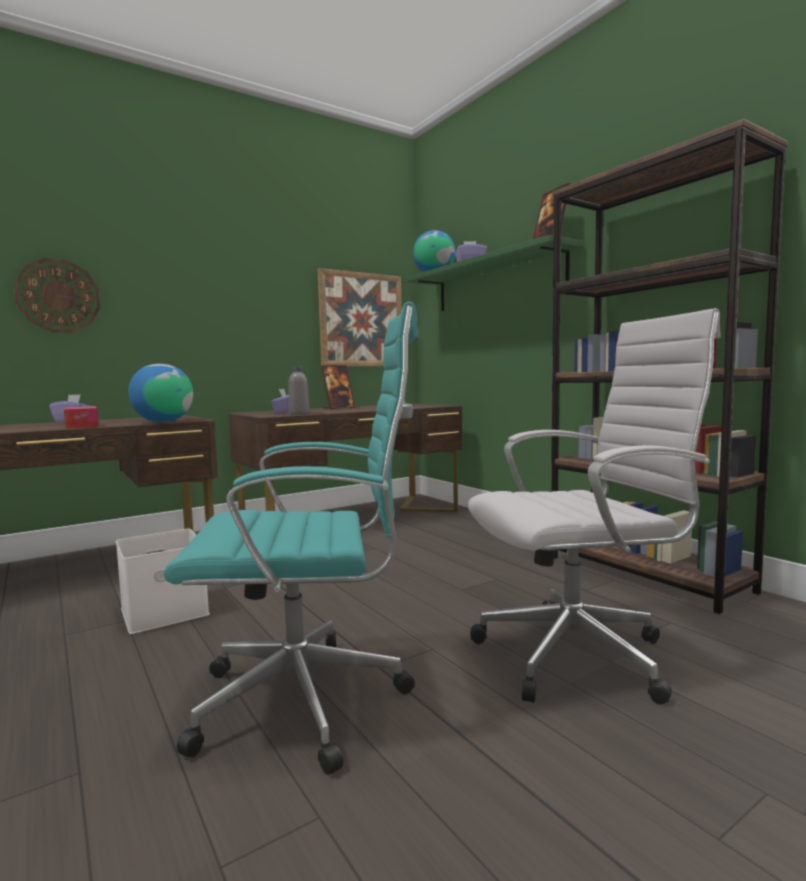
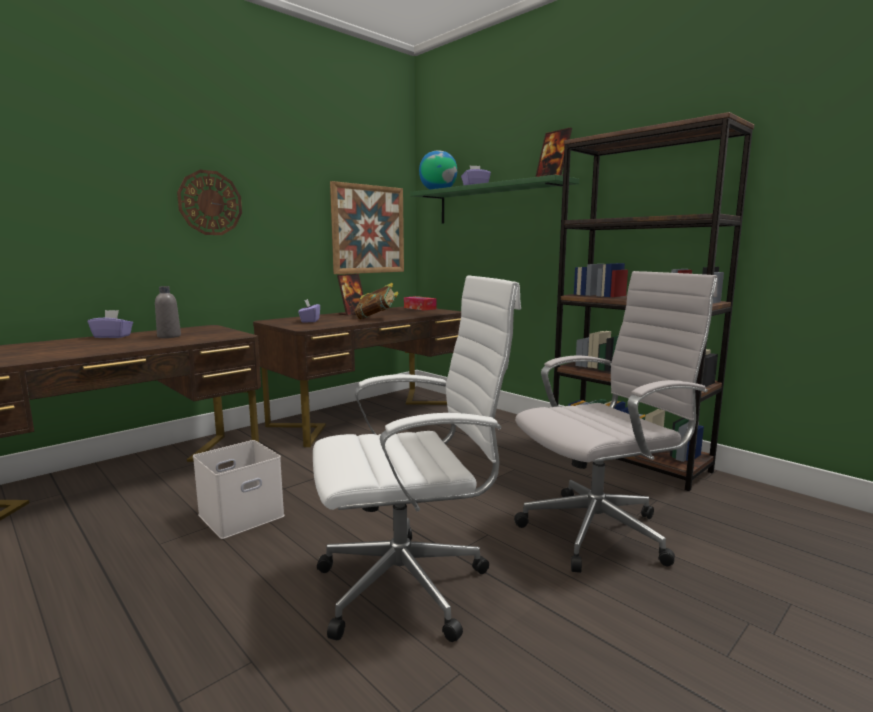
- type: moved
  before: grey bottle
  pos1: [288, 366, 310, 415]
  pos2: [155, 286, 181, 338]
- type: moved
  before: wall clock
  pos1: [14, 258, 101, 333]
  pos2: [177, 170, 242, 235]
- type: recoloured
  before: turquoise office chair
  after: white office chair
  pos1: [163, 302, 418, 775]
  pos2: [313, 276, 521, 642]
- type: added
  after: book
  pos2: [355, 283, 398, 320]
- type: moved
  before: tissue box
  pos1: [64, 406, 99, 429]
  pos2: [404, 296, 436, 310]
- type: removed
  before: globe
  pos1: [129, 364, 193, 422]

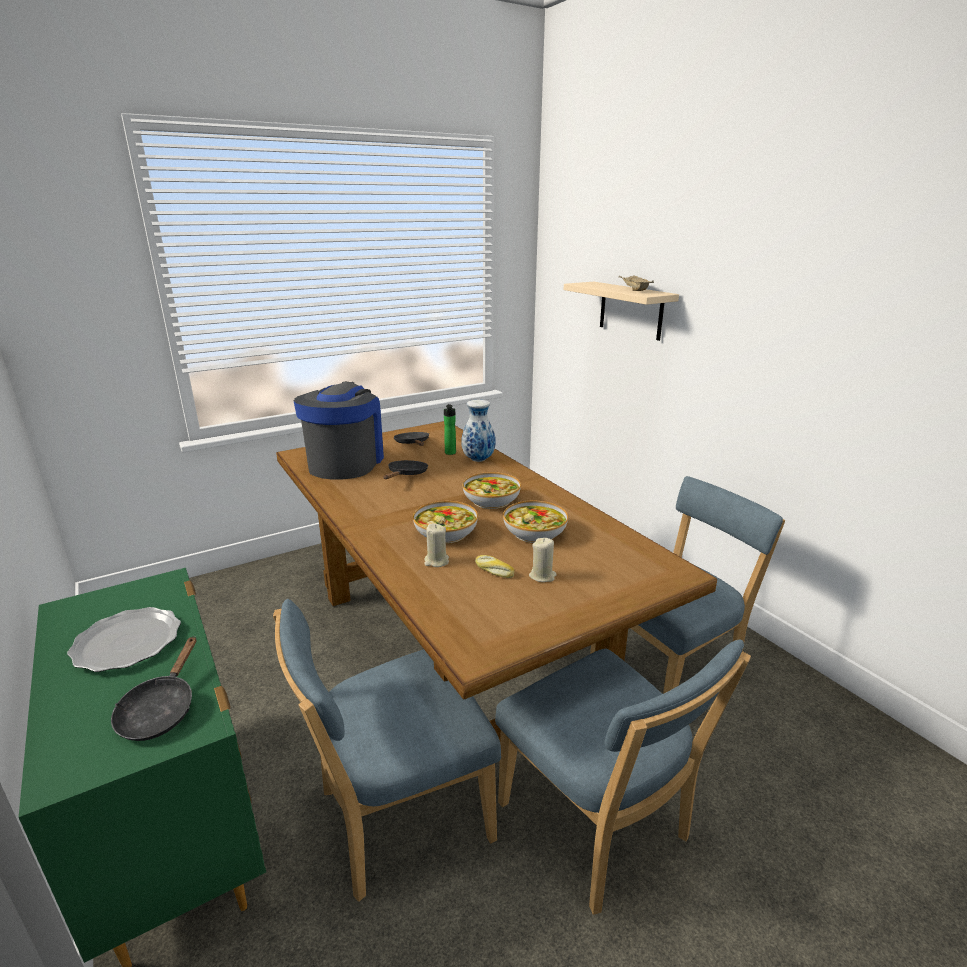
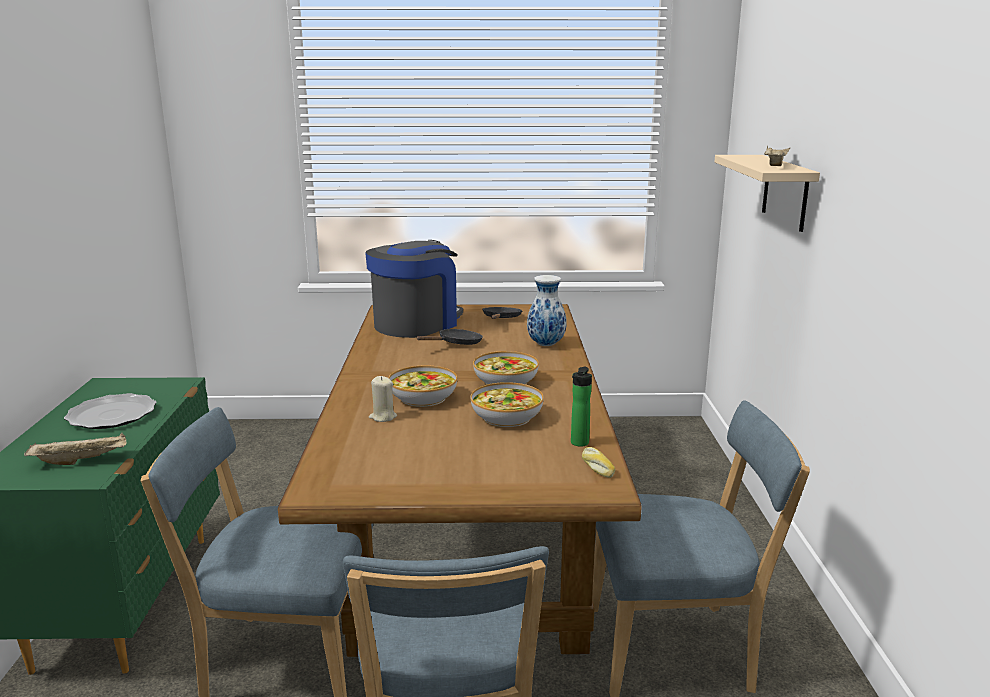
- type: replaced
  before: black frying pan
  after: beige tray
  pos1: [111, 636, 196, 741]
  pos2: [24, 433, 126, 465]
- type: moved
  before: bottle
  pos1: [444, 404, 456, 455]
  pos2: [571, 366, 592, 447]
- type: moved
  before: bread
  pos1: [475, 555, 514, 578]
  pos2: [582, 447, 616, 478]
- type: removed
  before: beige candle
  pos1: [529, 538, 557, 582]

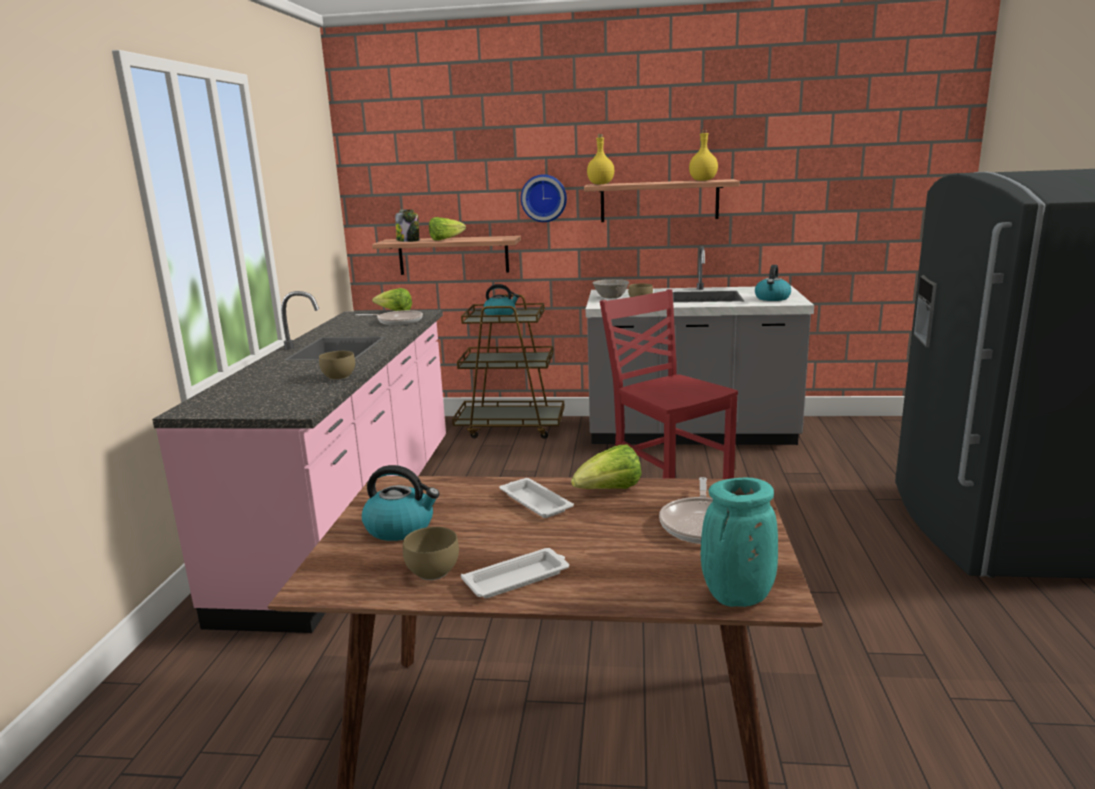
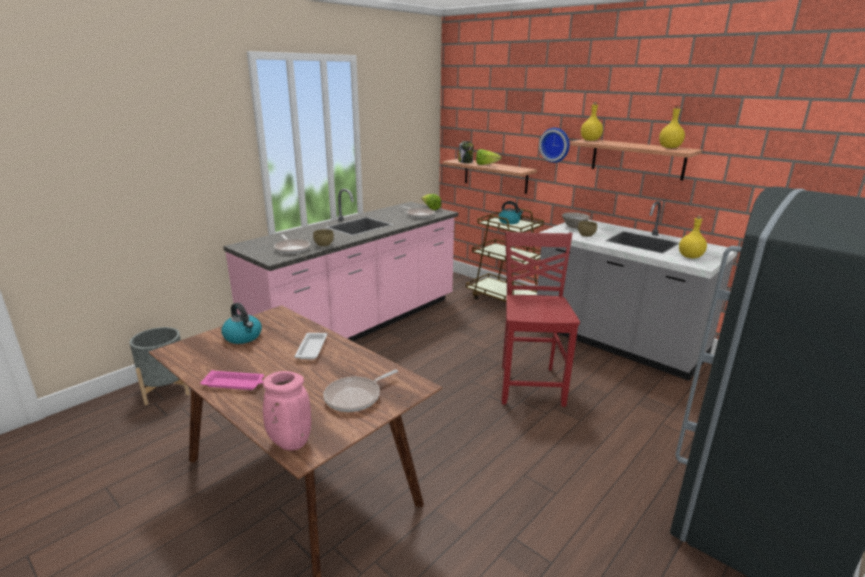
- type: added
  after: grey planter
  pos2: [129, 327, 190, 405]
- type: recoloured
  before: white tray
  after: pink tray
  pos1: [461, 548, 569, 598]
  pos2: [200, 370, 264, 390]
- type: recoloured
  before: turquoise vase
  after: pink vase
  pos1: [701, 477, 778, 607]
  pos2: [263, 371, 311, 451]
- type: added
  after: frying pan
  pos2: [274, 235, 310, 254]
- type: replaced
  before: kettle
  after: yellow bottle
  pos1: [755, 265, 791, 301]
  pos2: [679, 215, 707, 259]
- type: removed
  before: brown bowl
  pos1: [403, 527, 459, 580]
- type: removed
  before: lettuce
  pos1: [571, 445, 642, 489]

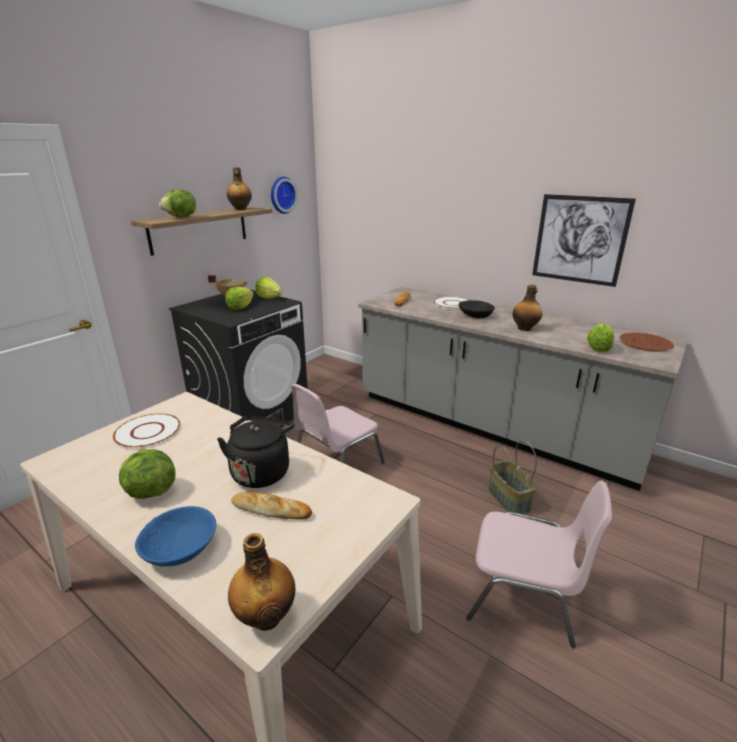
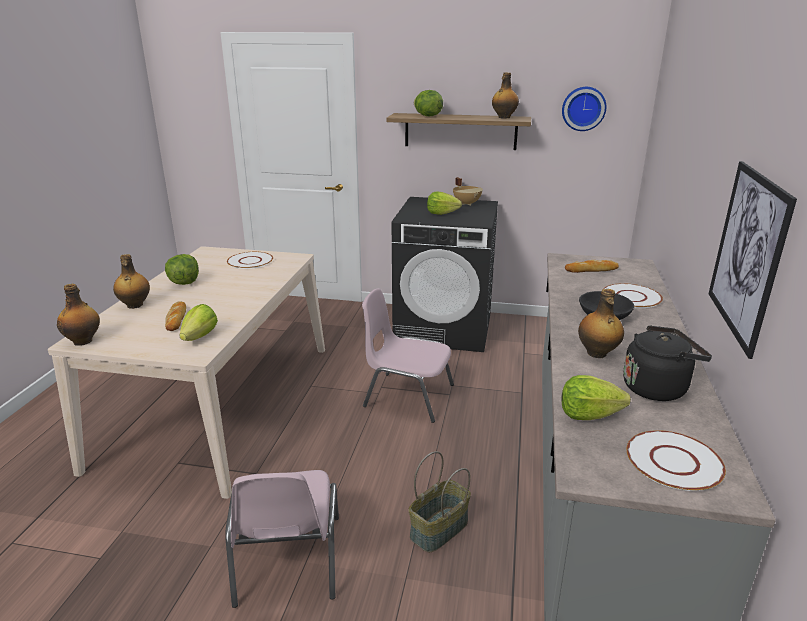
- type: replaced
  before: blue bowl
  after: bottle
  pos1: [135, 506, 216, 567]
  pos2: [113, 254, 150, 309]
- type: moved
  before: lettuce
  pos1: [255, 277, 282, 299]
  pos2: [180, 304, 218, 341]
- type: moved
  before: black kettle
  pos1: [217, 416, 295, 488]
  pos2: [623, 325, 712, 401]
- type: recoloured
  before: brown plate
  after: white plate
  pos1: [619, 332, 674, 352]
  pos2: [627, 430, 726, 491]

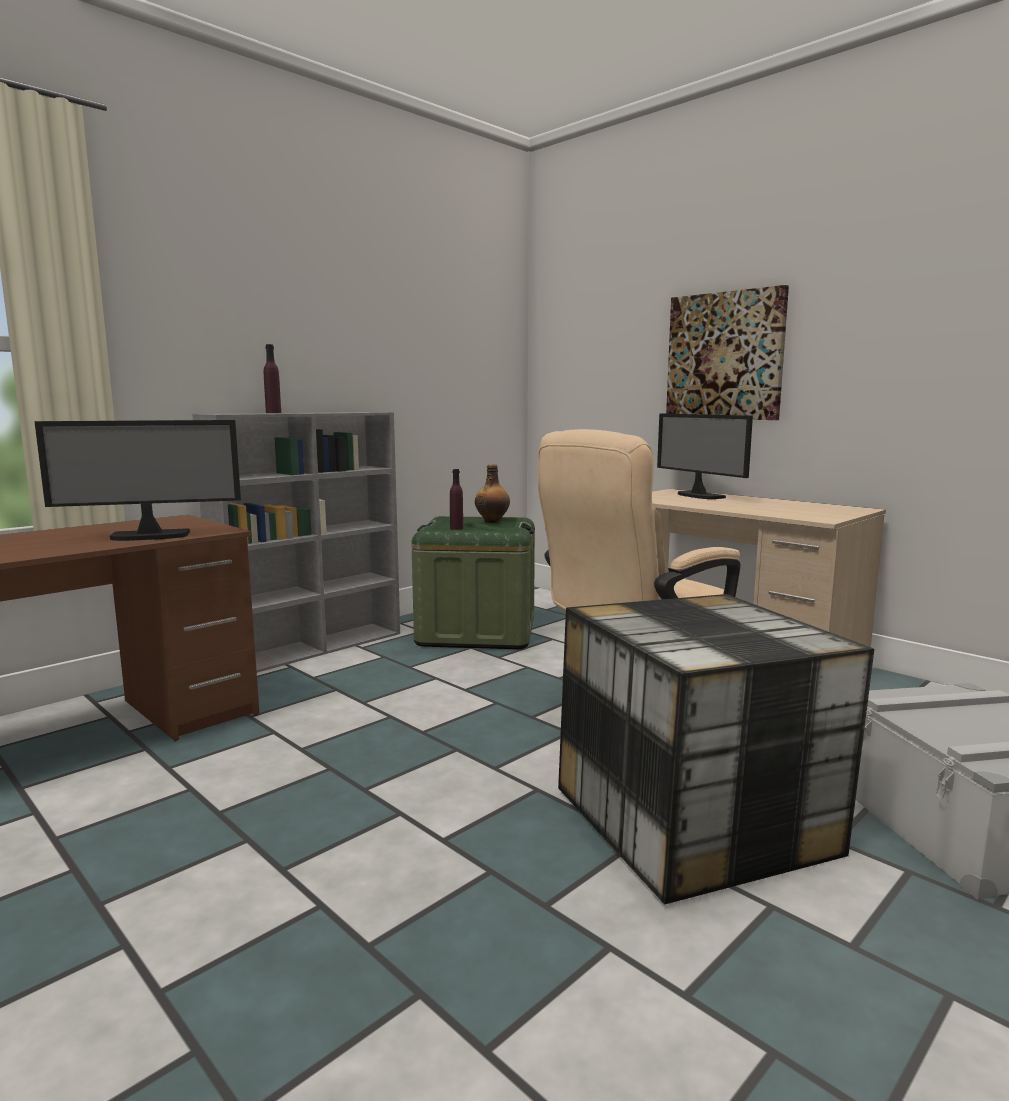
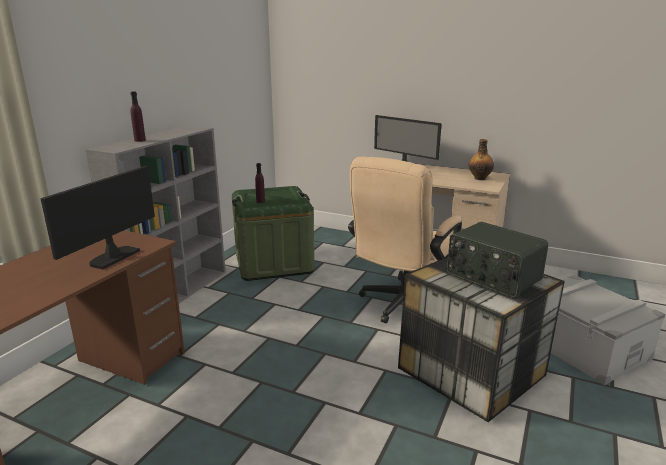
- type: turned
  before: monitor
  pos1: [34, 420, 241, 541]
  pos2: [40, 166, 155, 270]
  turn: 150
- type: added
  after: radio
  pos2: [447, 222, 548, 297]
- type: moved
  before: bottle
  pos1: [475, 464, 510, 523]
  pos2: [469, 139, 494, 180]
- type: removed
  before: picture
  pos1: [666, 285, 789, 420]

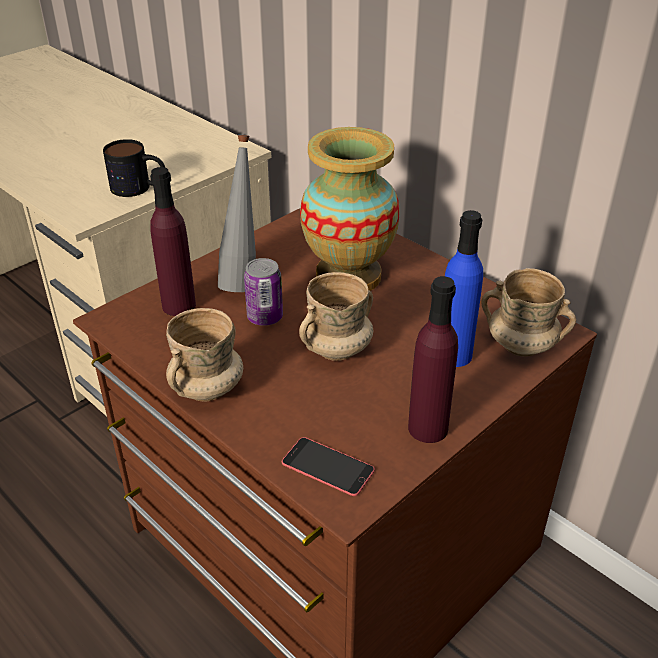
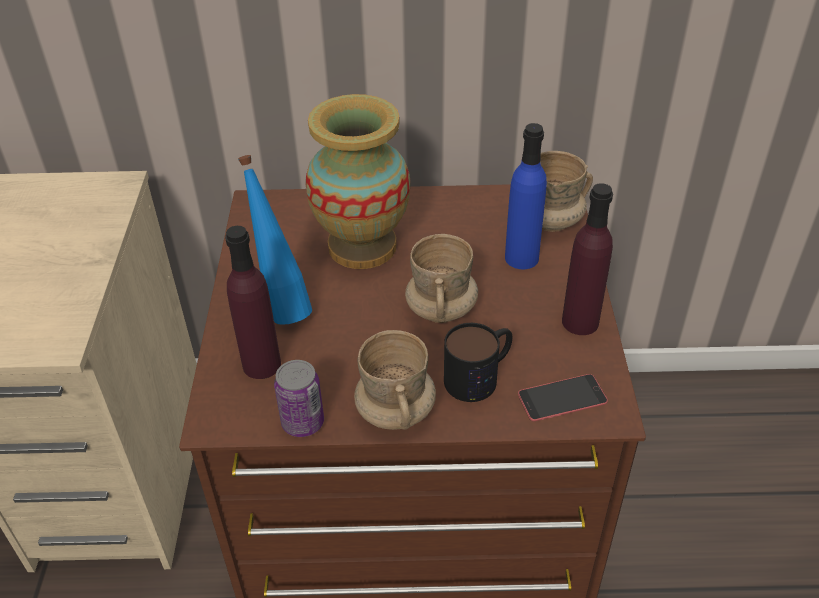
- type: recoloured
  before: grey bottle
  after: blue bottle
  pos1: [218, 135, 256, 292]
  pos2: [238, 155, 312, 325]
- type: moved
  before: can
  pos1: [244, 258, 283, 326]
  pos2: [274, 360, 324, 437]
- type: moved
  before: mug
  pos1: [103, 139, 165, 197]
  pos2: [444, 323, 512, 402]

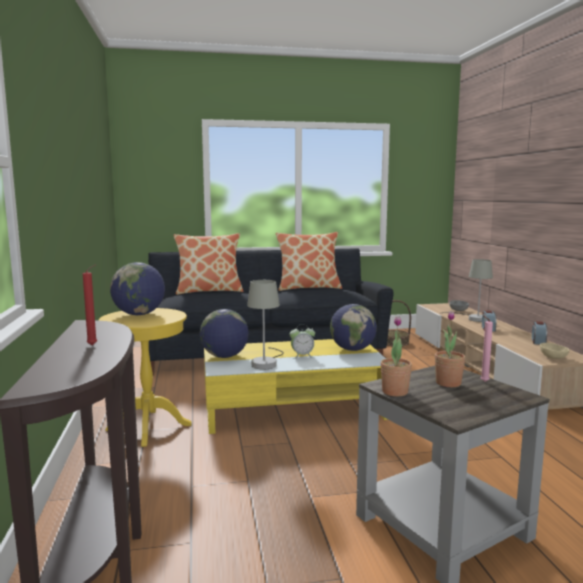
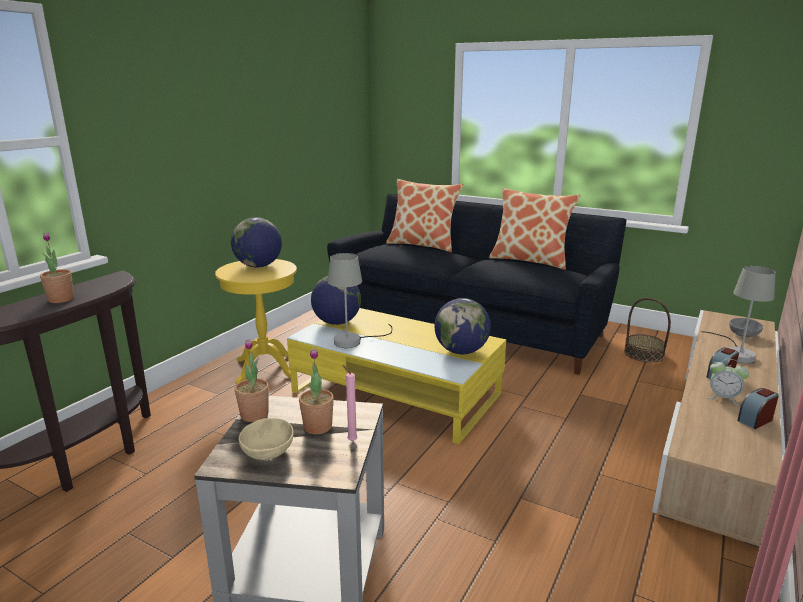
- type: replaced
  before: red candle
  after: potted plant
  pos1: [83, 264, 97, 345]
  pos2: [40, 233, 74, 303]
- type: moved
  before: beige bowl
  pos1: [540, 343, 570, 359]
  pos2: [239, 418, 294, 460]
- type: moved
  before: alarm clock
  pos1: [289, 324, 315, 359]
  pos2: [707, 359, 749, 405]

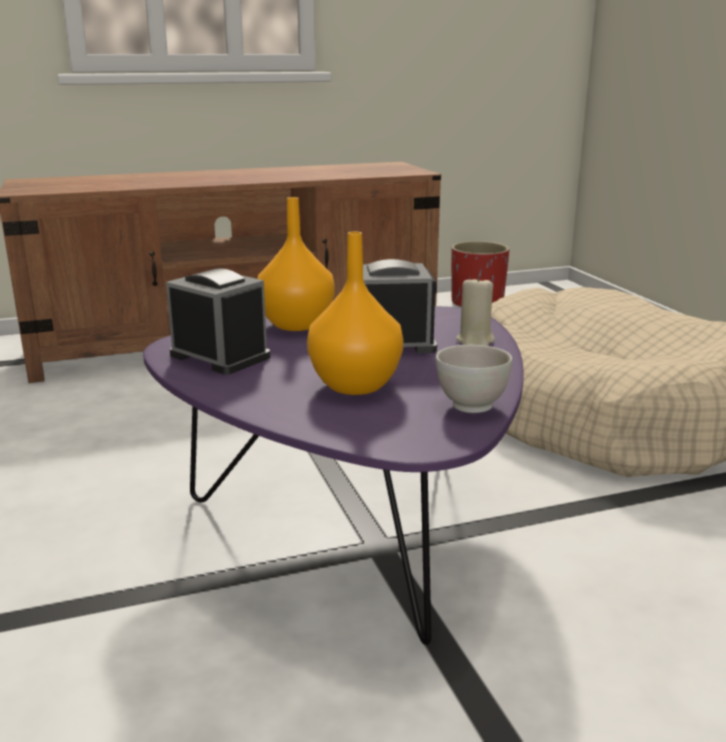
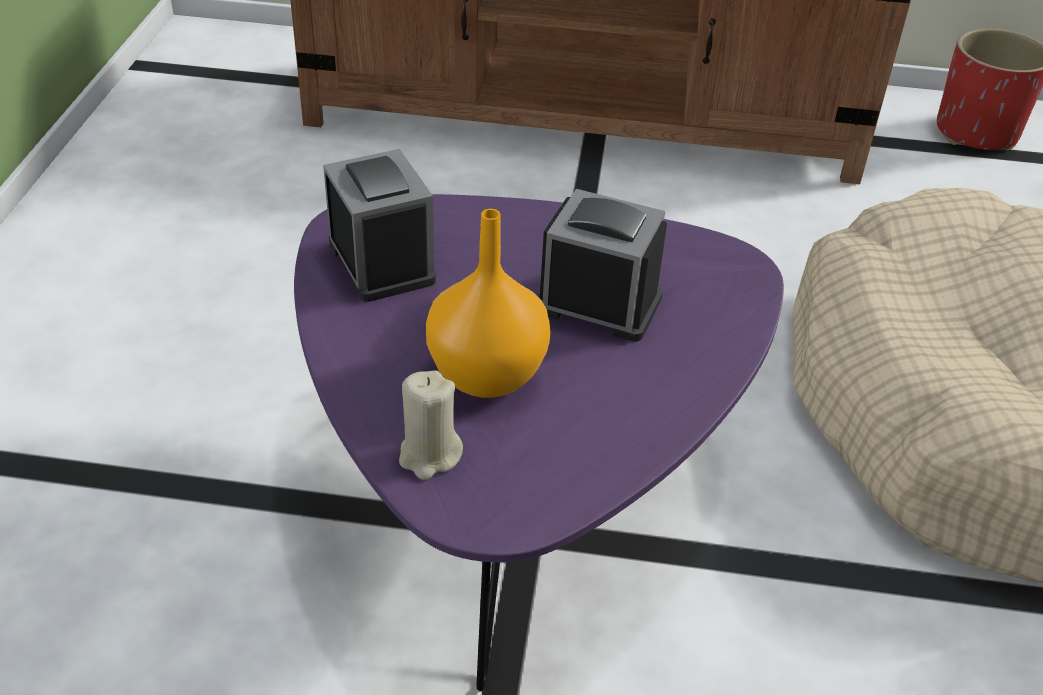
- type: moved
  before: beige candle
  pos1: [456, 276, 495, 346]
  pos2: [399, 370, 463, 480]
- type: removed
  before: orange vase
  pos1: [257, 197, 335, 331]
- type: removed
  before: white bowl
  pos1: [436, 345, 512, 413]

